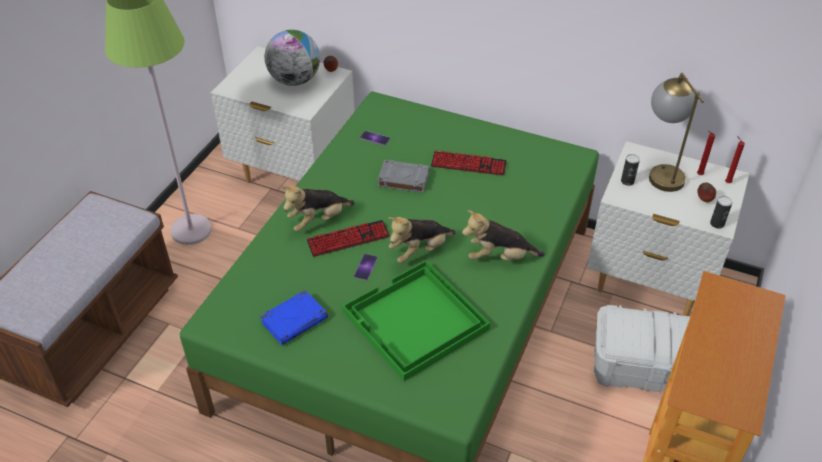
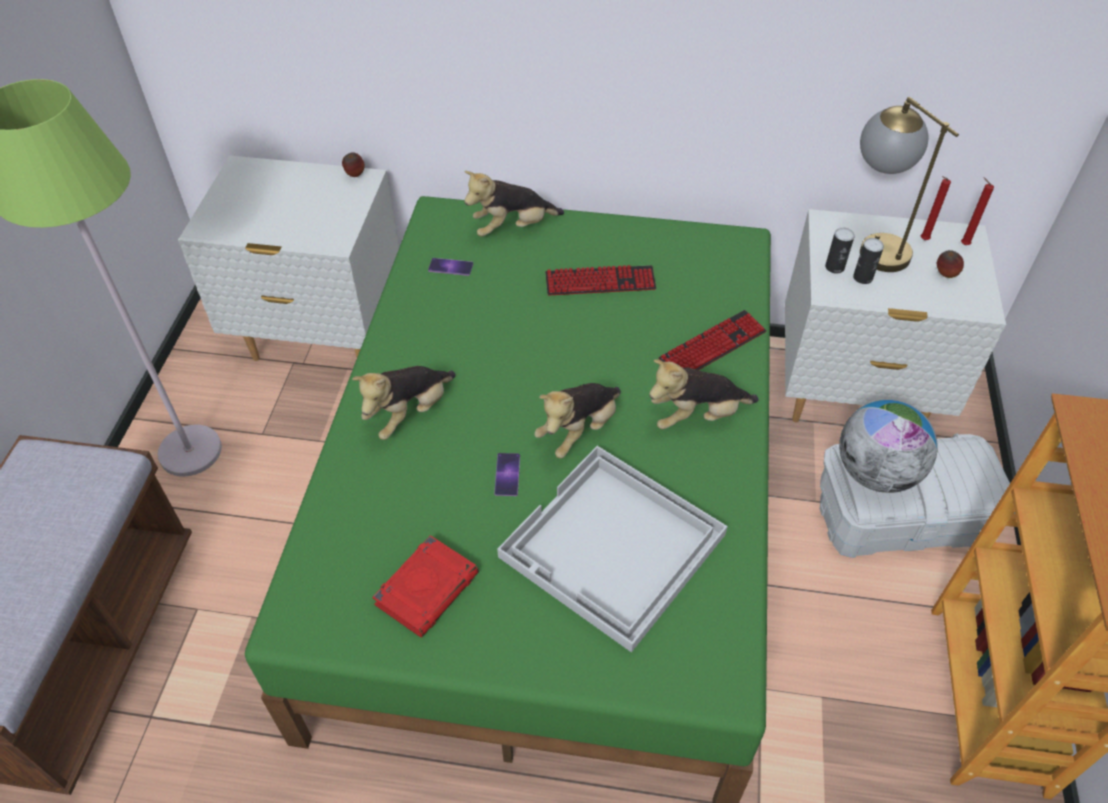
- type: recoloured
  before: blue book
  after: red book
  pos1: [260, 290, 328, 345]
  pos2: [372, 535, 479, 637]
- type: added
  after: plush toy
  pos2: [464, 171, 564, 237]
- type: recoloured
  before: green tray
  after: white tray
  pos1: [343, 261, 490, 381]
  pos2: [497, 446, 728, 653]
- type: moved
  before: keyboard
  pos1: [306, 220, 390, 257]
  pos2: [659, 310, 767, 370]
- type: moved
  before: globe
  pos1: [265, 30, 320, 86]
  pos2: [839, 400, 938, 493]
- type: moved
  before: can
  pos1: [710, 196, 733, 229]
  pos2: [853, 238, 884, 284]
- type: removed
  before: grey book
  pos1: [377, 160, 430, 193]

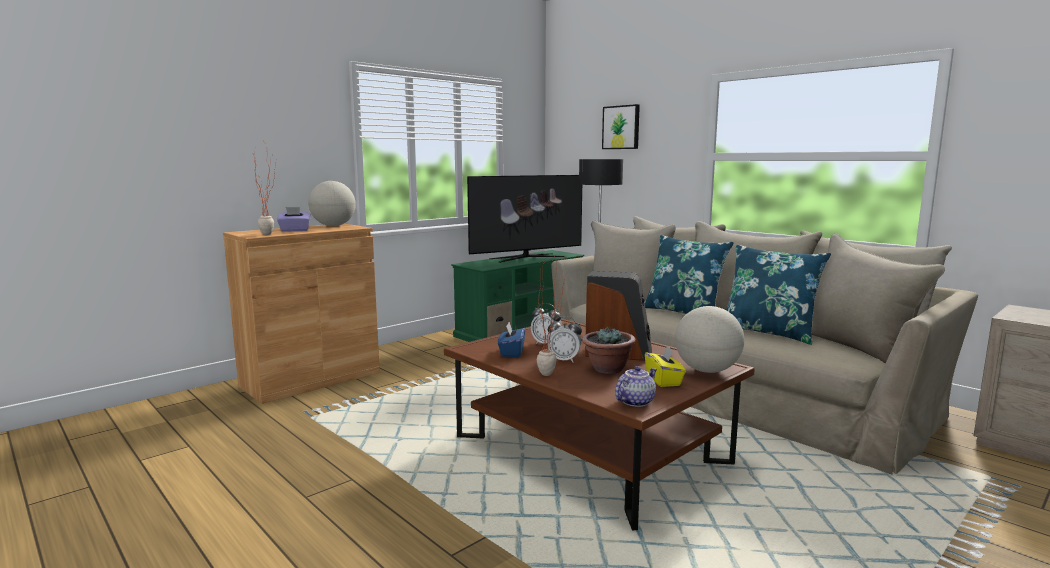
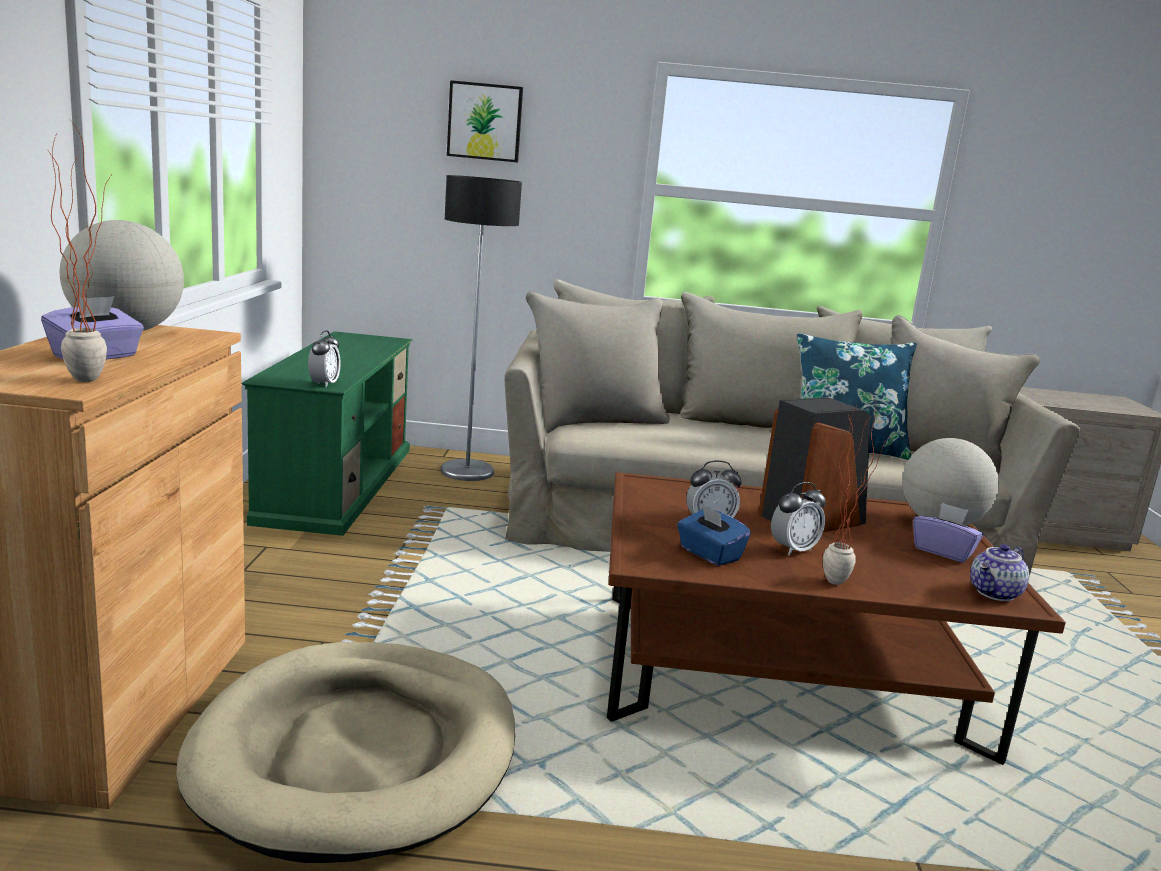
- type: added
  after: beige dog bed
  pos2: [176, 642, 515, 863]
- type: added
  after: alarm clock
  pos2: [308, 330, 341, 388]
- type: recoloured
  before: yellow tissue box
  after: purple tissue box
  pos1: [645, 346, 686, 387]
  pos2: [913, 502, 984, 563]
- type: turned
  before: teapot
  pos1: [615, 366, 657, 407]
  pos2: [970, 544, 1029, 601]
  turn: -135
- type: removed
  before: television
  pos1: [467, 175, 582, 263]
- type: removed
  before: potted plant
  pos1: [582, 328, 636, 374]
- type: removed
  before: blue pillow
  pos1: [645, 235, 734, 314]

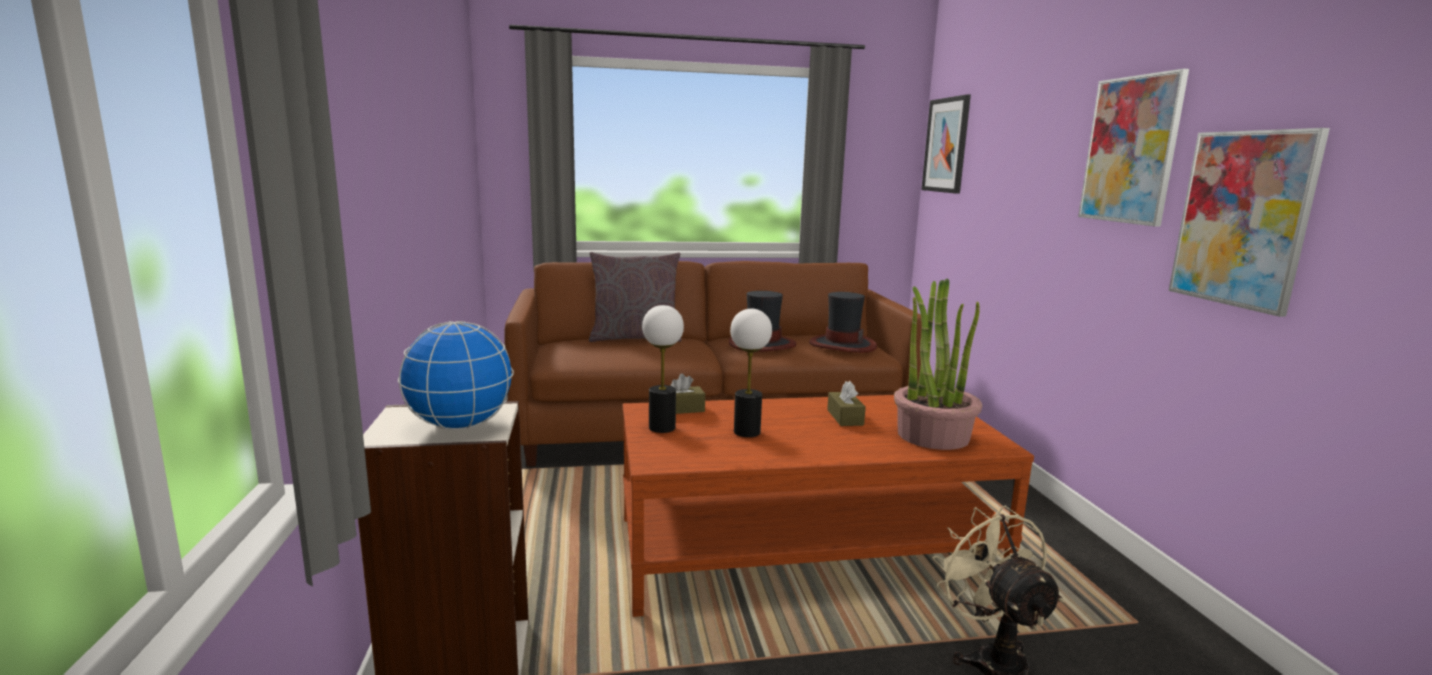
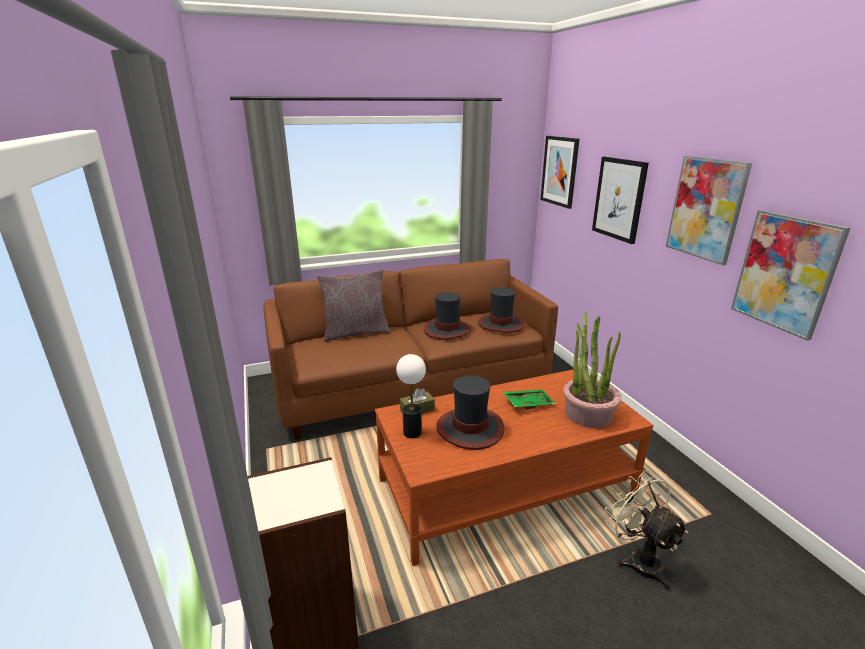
- type: replaced
  before: table lamp
  after: hat
  pos1: [730, 309, 772, 437]
  pos2: [436, 375, 504, 450]
- type: replaced
  before: brown tissue box
  after: green tray
  pos1: [827, 381, 866, 426]
  pos2: [503, 389, 556, 409]
- type: added
  after: picture
  pos2: [592, 157, 649, 244]
- type: removed
  before: globe
  pos1: [398, 321, 514, 430]

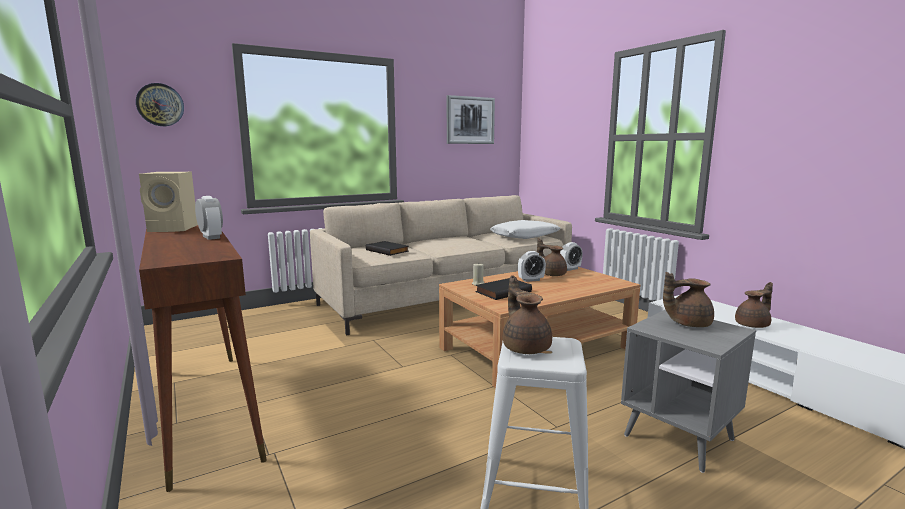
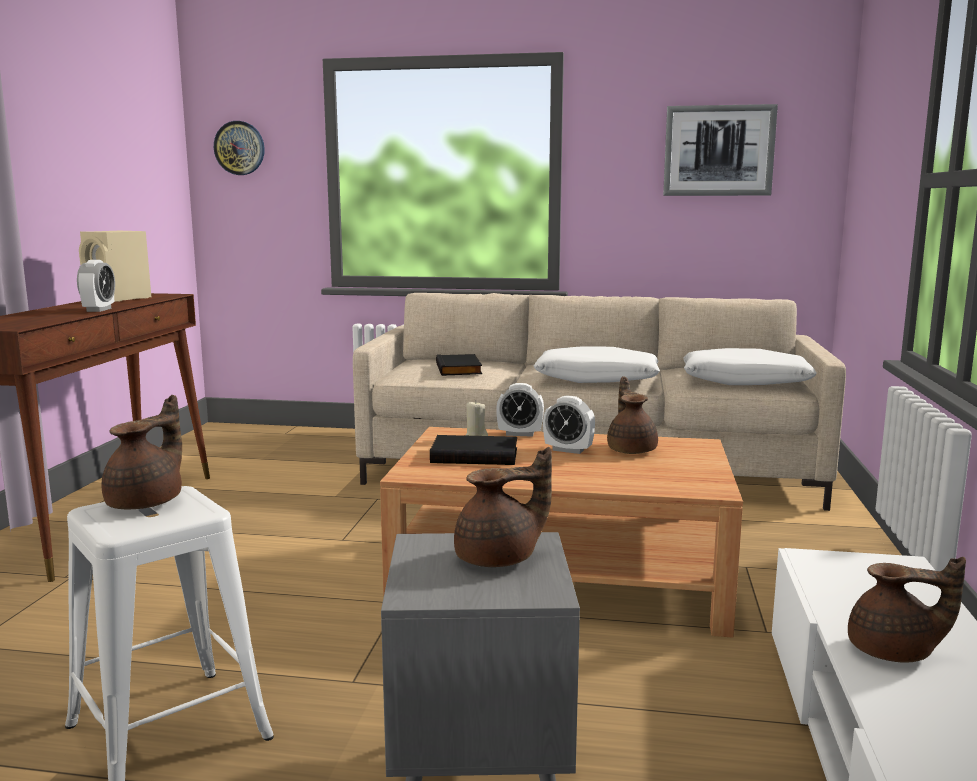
- type: turned
  before: brown teapot
  pos1: [663, 272, 714, 327]
  pos2: [454, 447, 552, 567]
  turn: 120
- type: moved
  before: alarm clock
  pos1: [560, 242, 583, 271]
  pos2: [496, 383, 544, 437]
- type: added
  after: white pillow
  pos2: [533, 346, 660, 383]

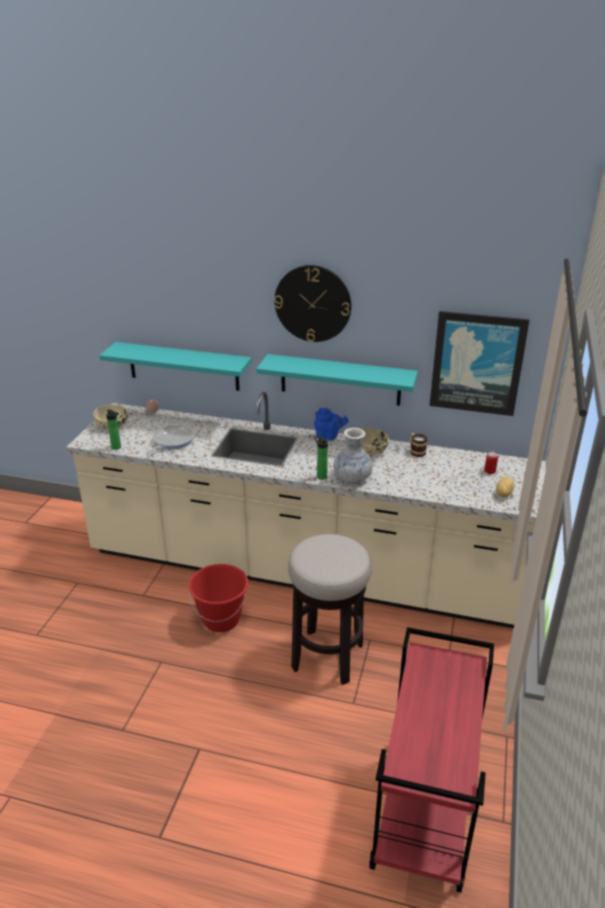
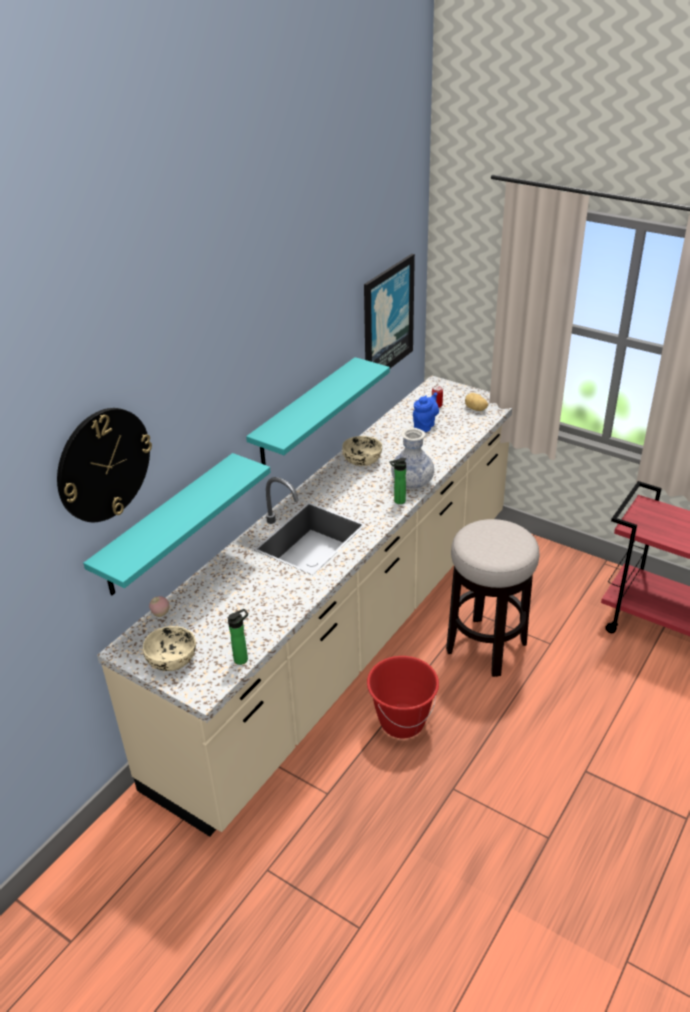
- type: moved
  before: wall clock
  pos1: [274, 265, 351, 342]
  pos2: [57, 408, 152, 522]
- type: moved
  before: blue teapot
  pos1: [314, 408, 349, 440]
  pos2: [413, 392, 439, 432]
- type: removed
  before: frying pan
  pos1: [147, 425, 194, 454]
- type: removed
  before: mug
  pos1: [410, 433, 428, 457]

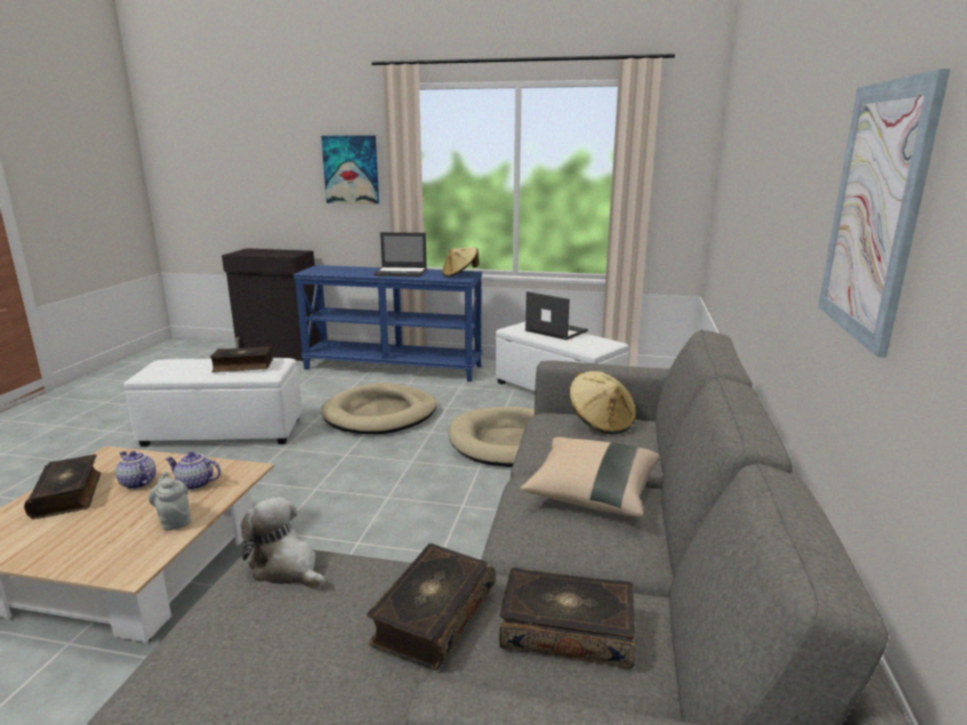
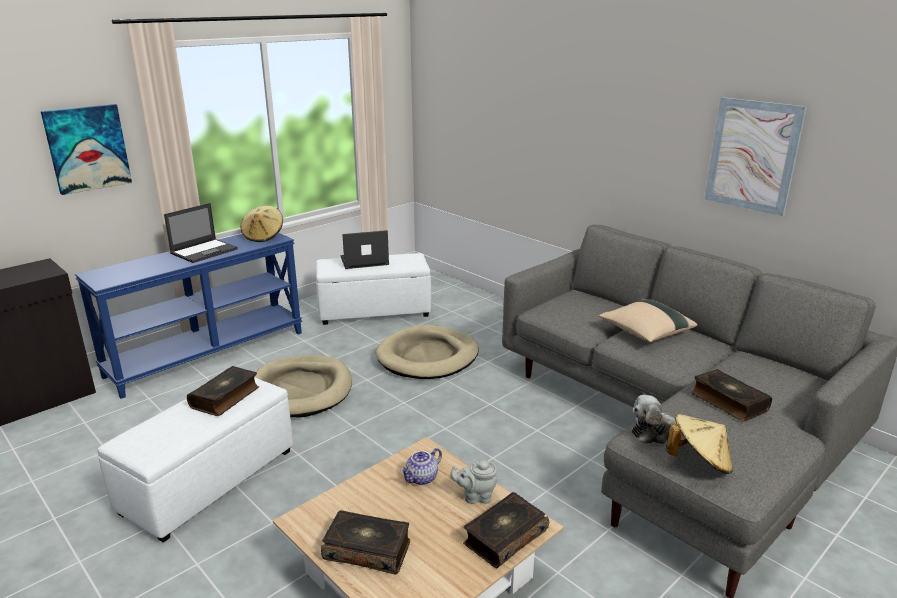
- type: moved
  before: book
  pos1: [499, 568, 636, 669]
  pos2: [463, 492, 549, 568]
- type: moved
  before: beige hat
  pos1: [570, 371, 636, 434]
  pos2: [666, 414, 733, 474]
- type: removed
  before: teapot
  pos1: [116, 451, 156, 489]

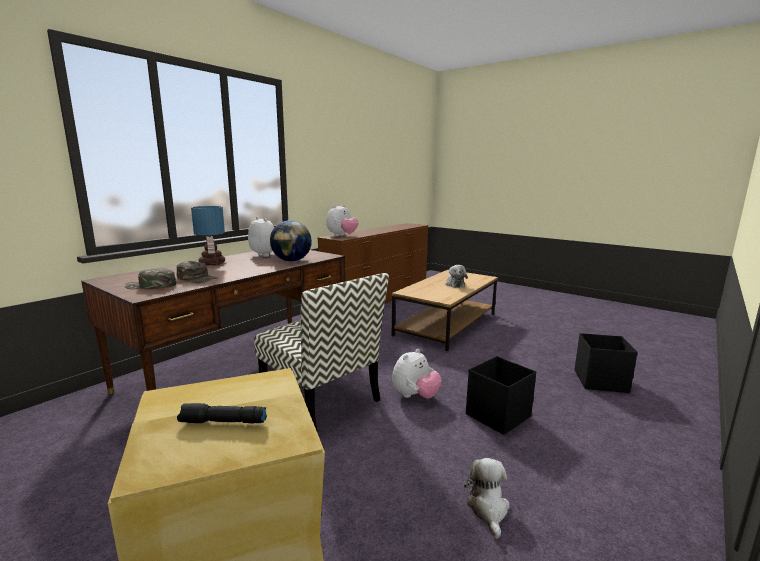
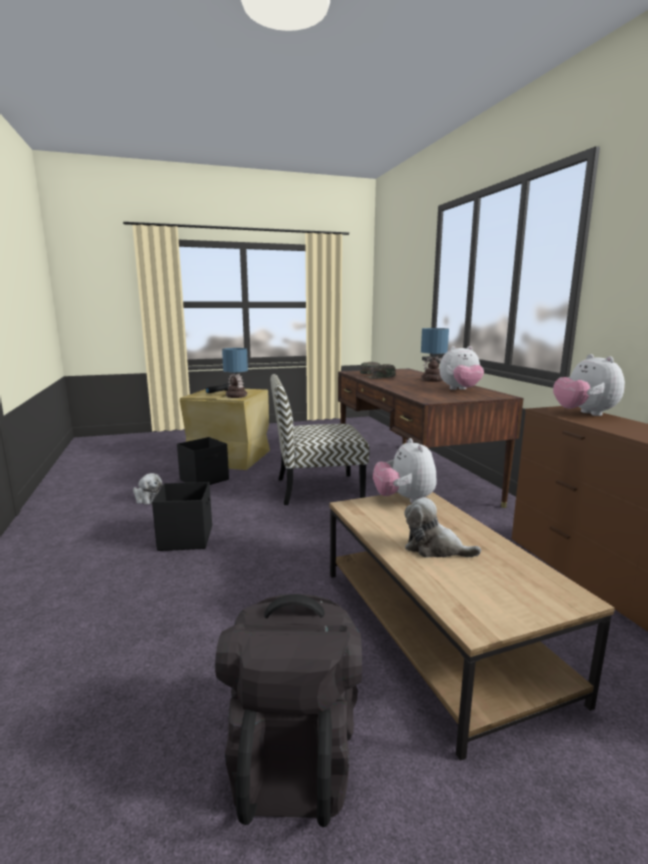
- type: moved
  before: black storage box
  pos1: [574, 333, 638, 393]
  pos2: [177, 437, 229, 485]
- type: added
  after: black backpack
  pos2: [215, 594, 362, 827]
- type: added
  after: table lamp
  pos2: [222, 348, 248, 398]
- type: moved
  before: plush toy
  pos1: [392, 349, 442, 398]
  pos2: [373, 438, 437, 503]
- type: removed
  before: globe
  pos1: [270, 220, 312, 262]

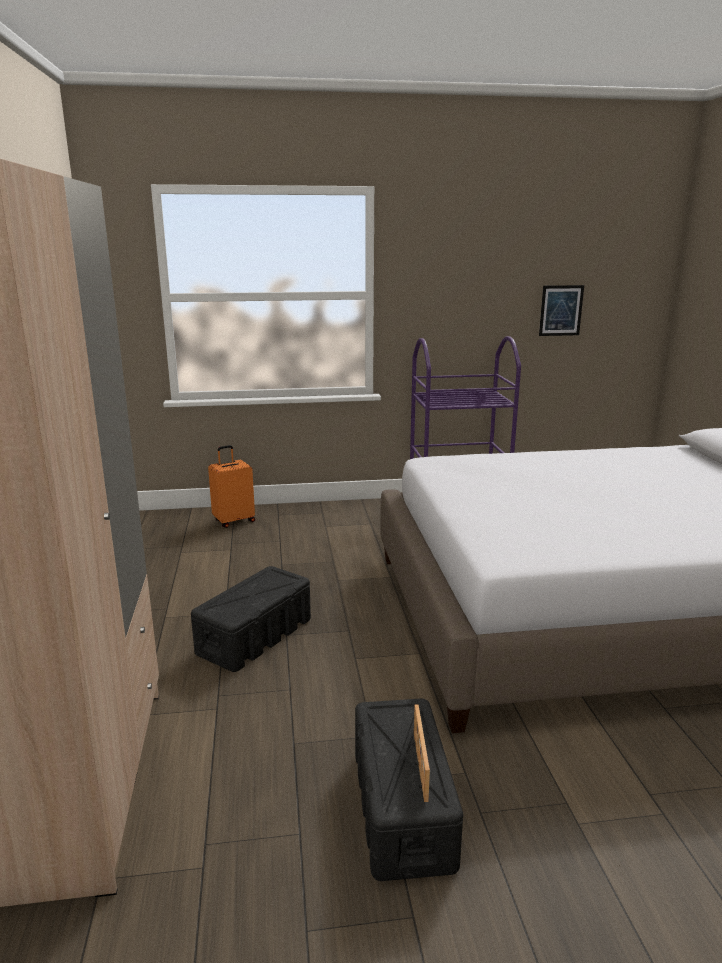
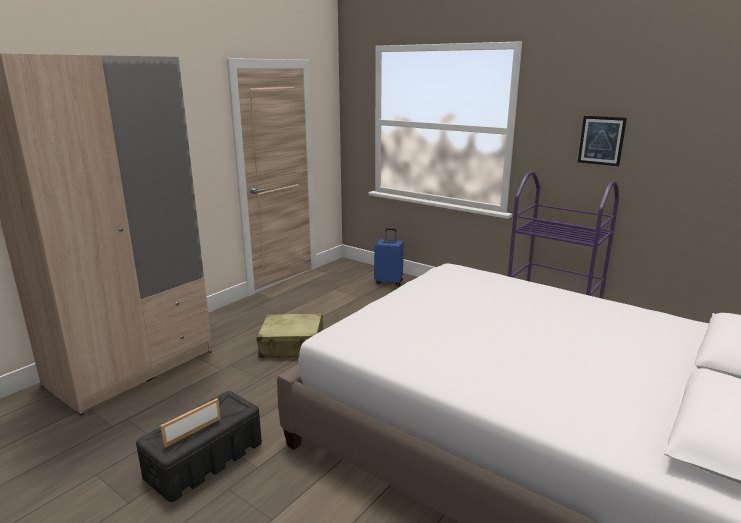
- type: replaced
  before: black storage box
  after: beige suitcase
  pos1: [191, 566, 311, 672]
  pos2: [257, 313, 324, 358]
- type: recoloured
  before: orange suitcase
  after: blue suitcase
  pos1: [208, 445, 255, 528]
  pos2: [374, 228, 404, 286]
- type: moved
  before: picture
  pos1: [539, 285, 584, 336]
  pos2: [578, 116, 627, 166]

